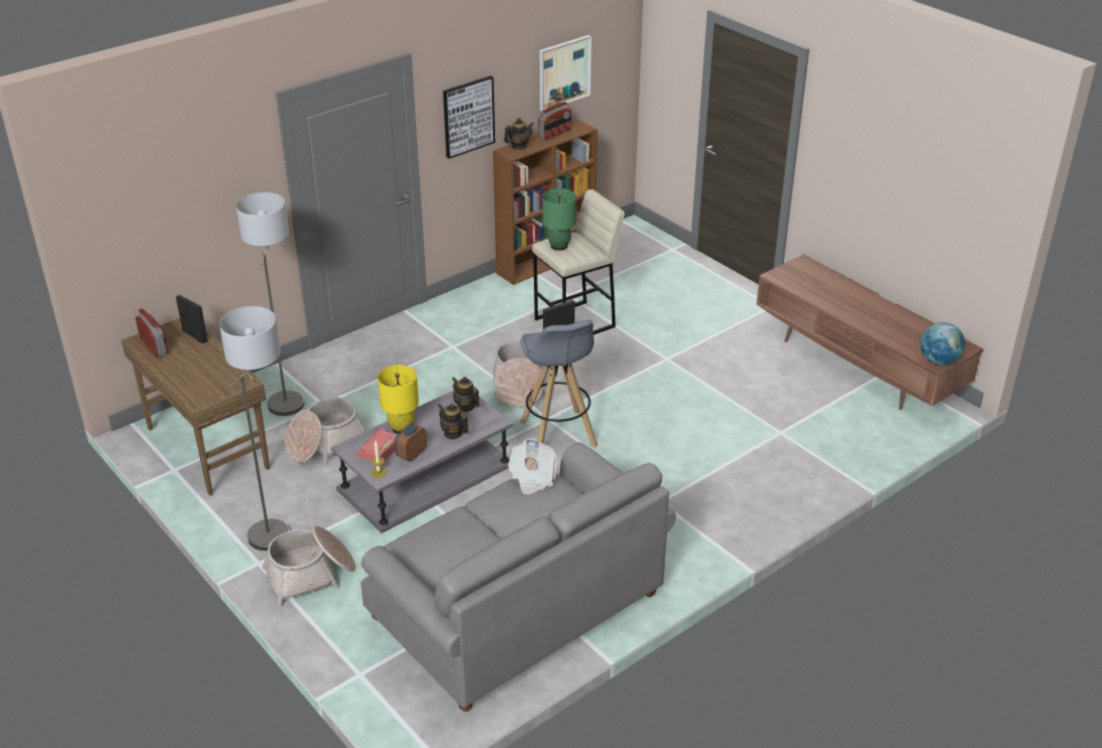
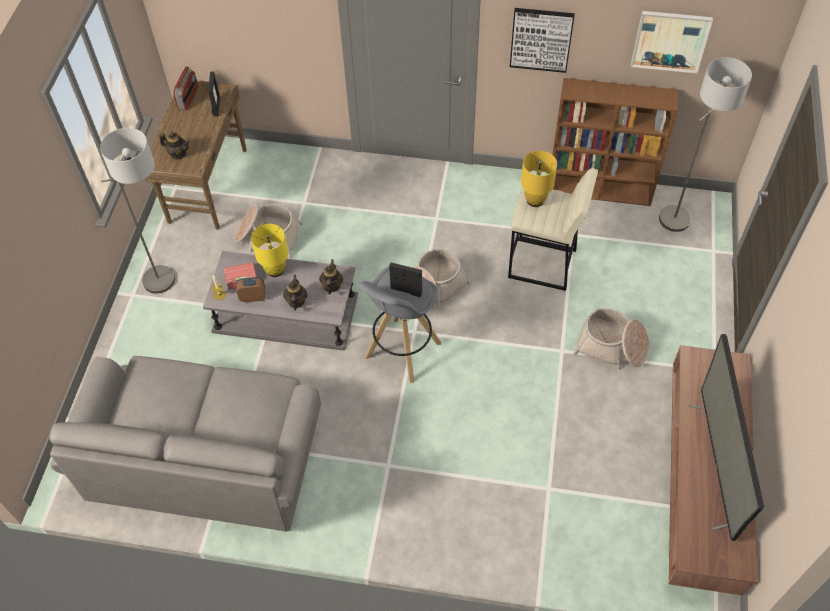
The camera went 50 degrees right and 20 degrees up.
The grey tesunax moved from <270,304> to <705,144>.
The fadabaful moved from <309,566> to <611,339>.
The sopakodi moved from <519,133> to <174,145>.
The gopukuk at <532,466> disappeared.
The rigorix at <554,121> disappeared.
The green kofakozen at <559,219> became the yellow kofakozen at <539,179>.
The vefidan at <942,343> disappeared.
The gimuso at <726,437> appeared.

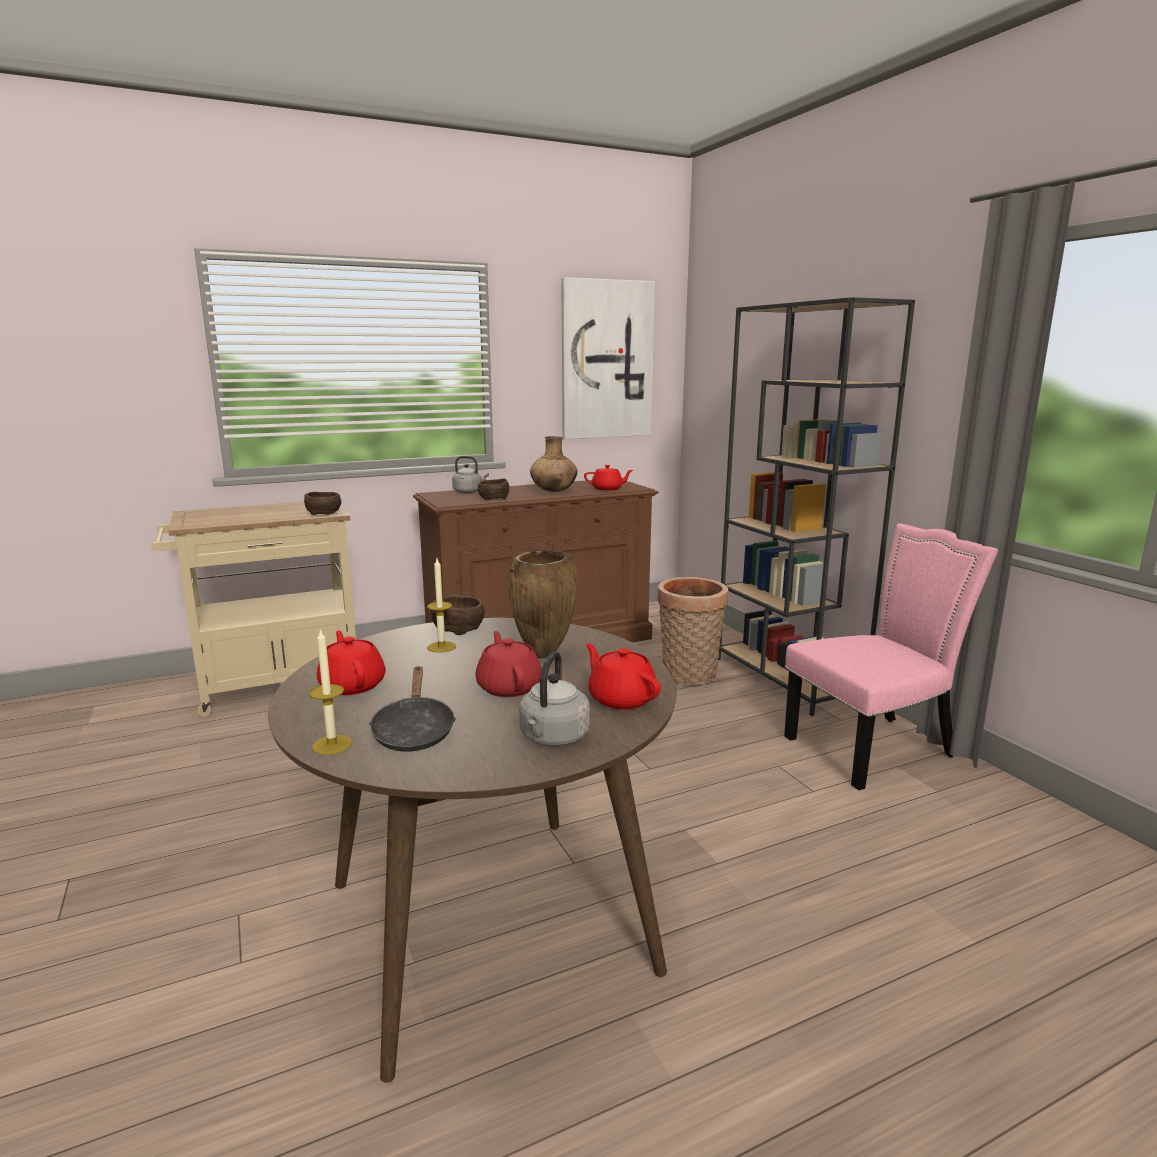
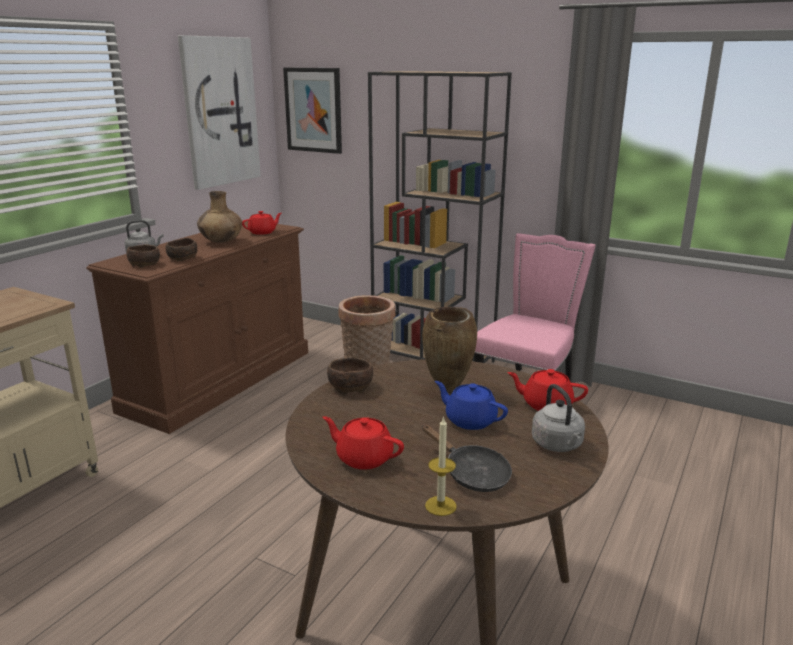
The camera went 35 degrees left and 5 degrees up.
The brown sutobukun moved from <322,503> to <143,256>.
The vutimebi at <441,606> disappeared.
The red sopakodi at <509,664> became the blue sopakodi at <471,405>.
The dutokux at <312,111> appeared.

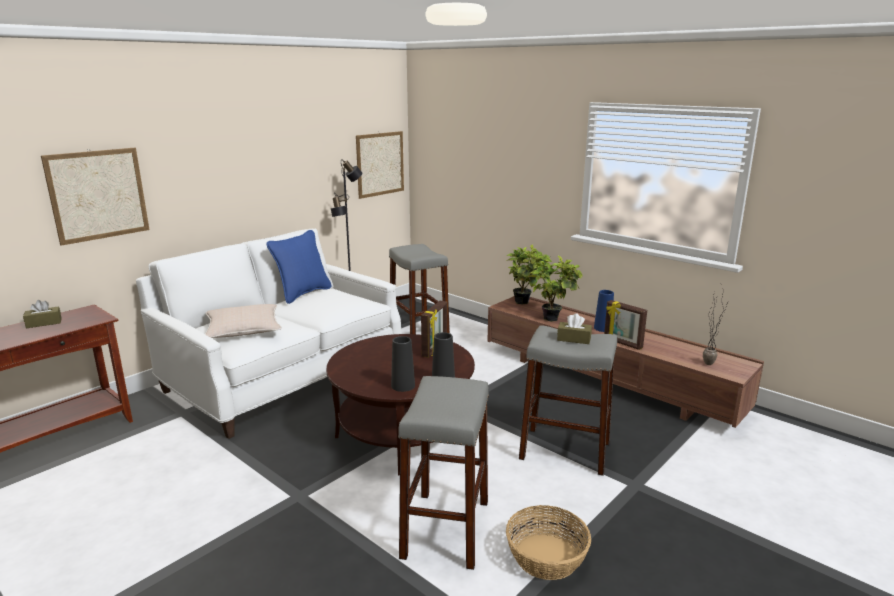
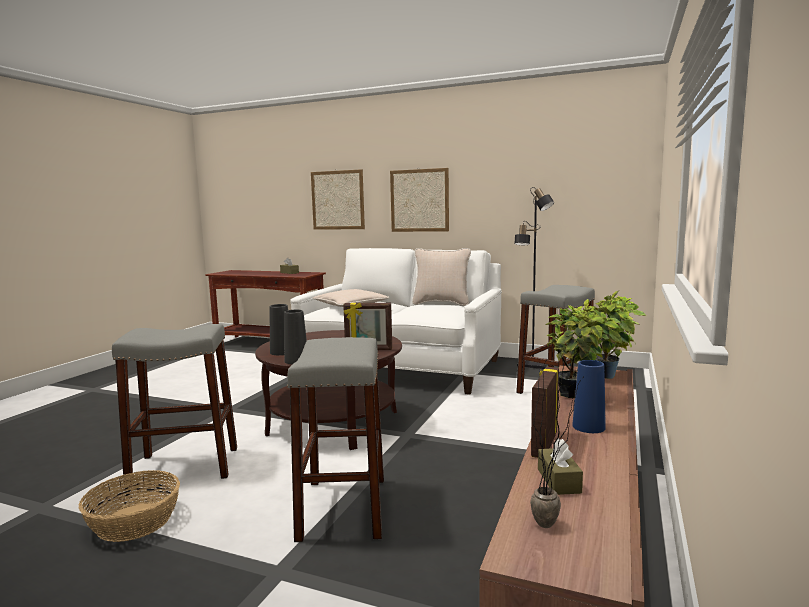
The camera went 70 degrees right and 10 degrees down.
The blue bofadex at <298,267> became the beige bofadex at <441,277>.
The dutokux moved from <380,165> to <419,200>.
The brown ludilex moved from <574,328> to <560,466>.

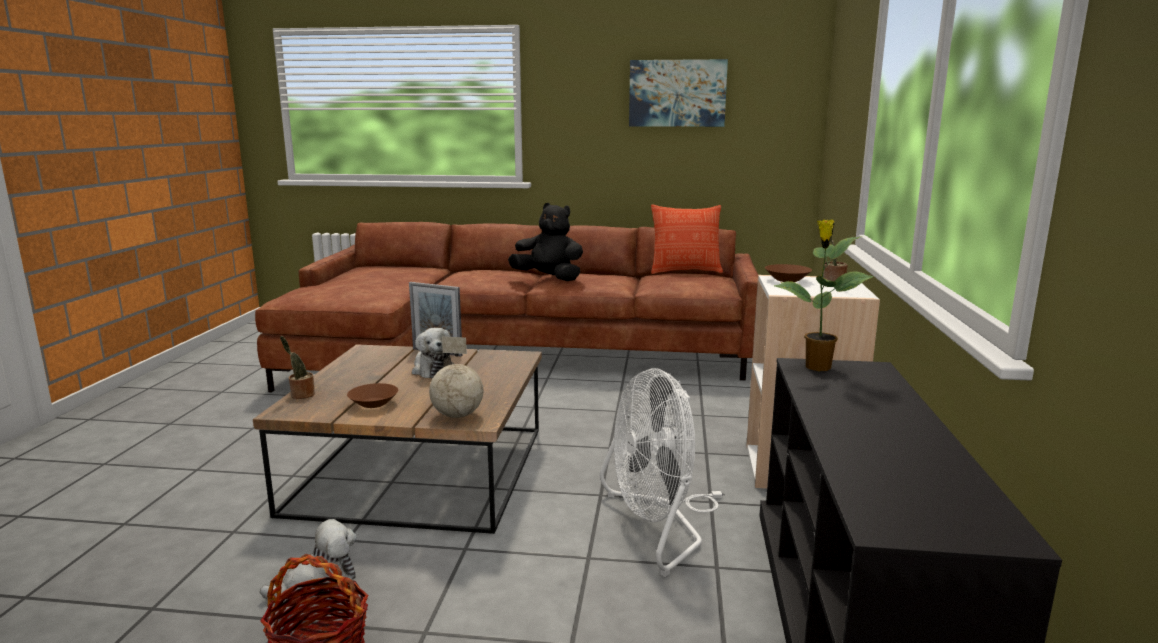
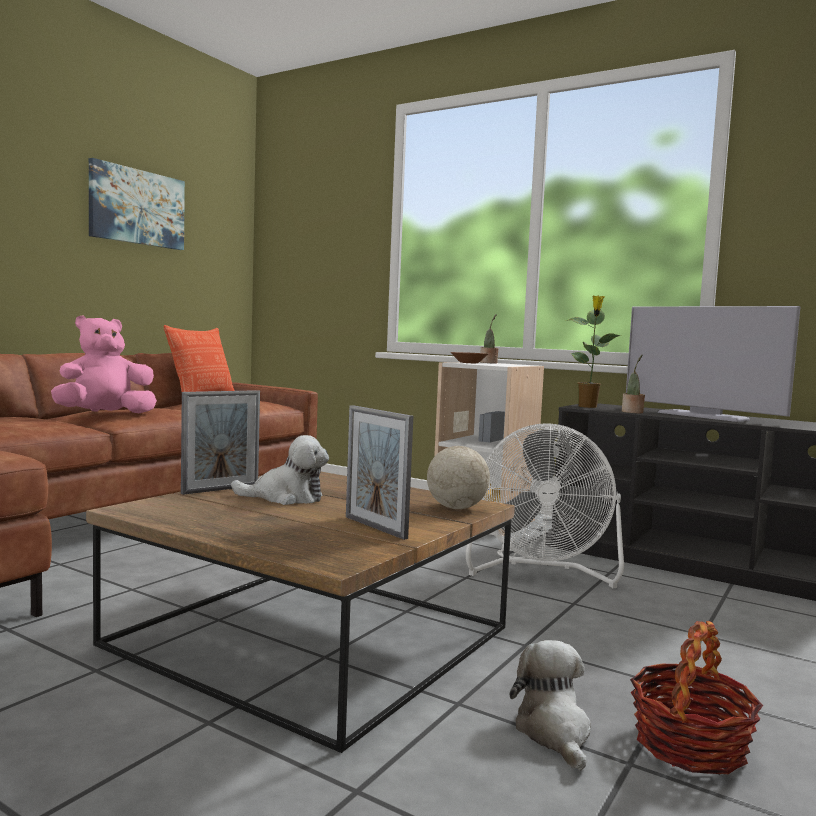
The camera went 65 degrees left and 10 degrees down.
The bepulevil moved from <297,367> to <633,384>.
The brown sutobukun at <372,395> was replaced by the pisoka at <379,472>.
The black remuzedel at <545,242> became the pink remuzedel at <104,364>.
The gimuso at <713,364> appeared.

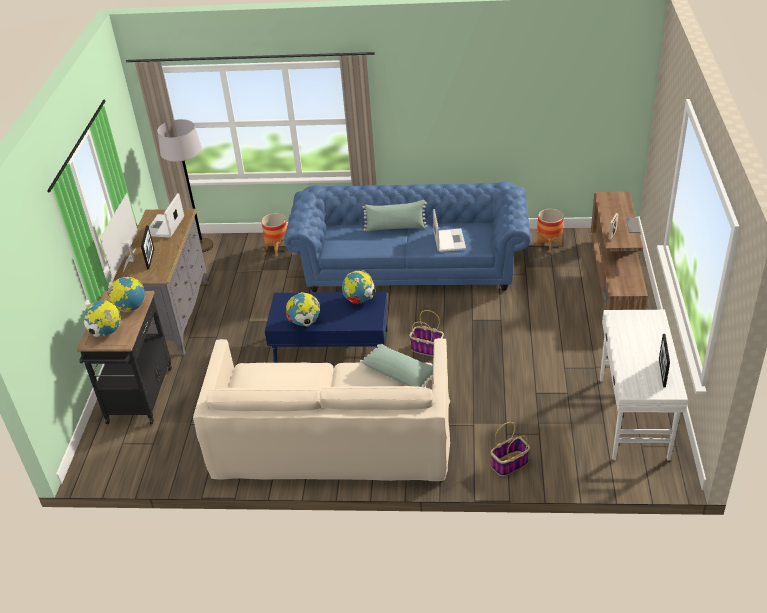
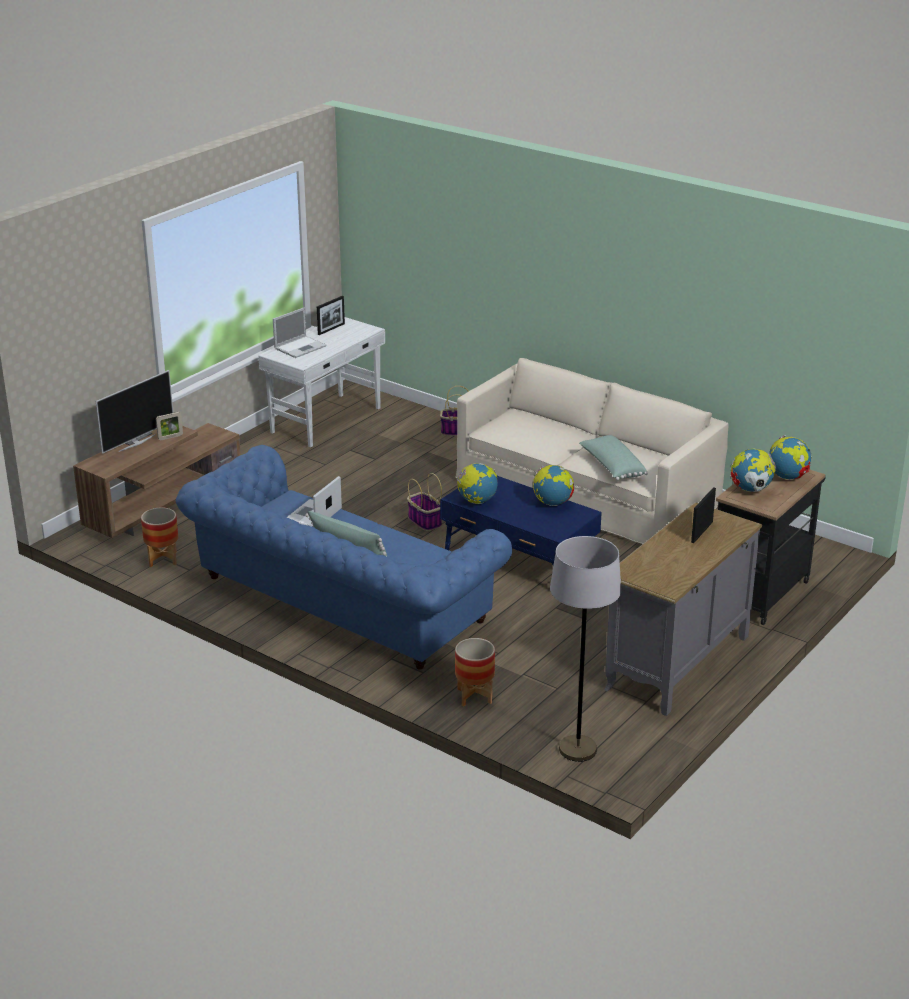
The camera went 150 degrees left and 10 degrees down.
The gimuso moved from <119,236> to <134,412>.
The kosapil moved from <166,215> to <299,332>.
The green bofadex moved from <396,365> to <613,457>.

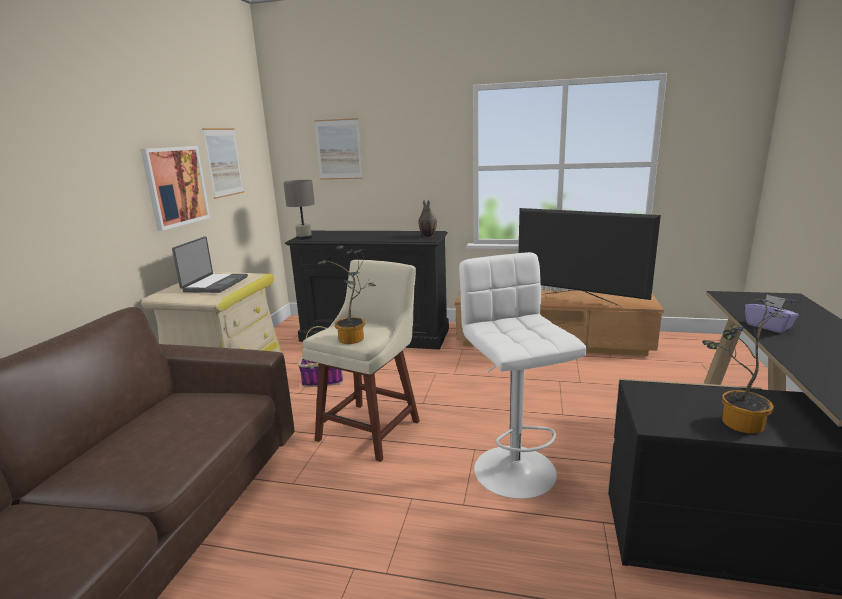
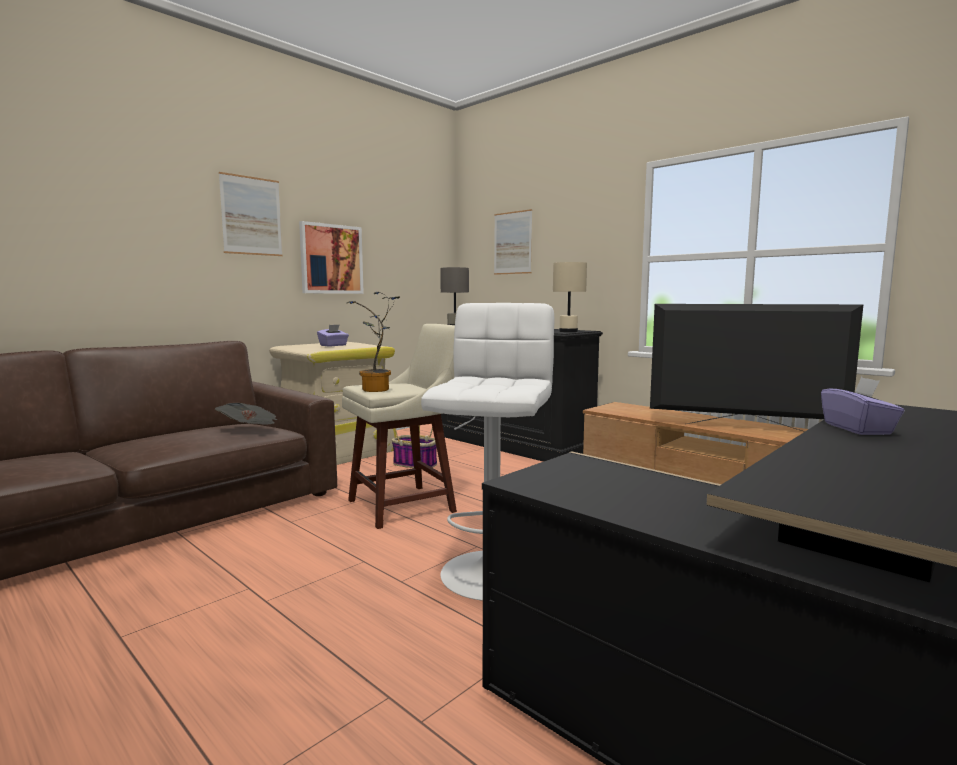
The camera went 30 degrees right and 10 degrees down.
The kosapil at <210,264> was replaced by the purple ludilex at <333,336>.
The dutokux moved from <223,163> to <251,214>.
The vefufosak at <427,219> was replaced by the beige kofakozen at <570,297>.
The gimuso at <589,257> turned 135 degrees clockwise.
The bepulevil at <750,366> disappeared.
The gopukuk at <246,414> appeared.

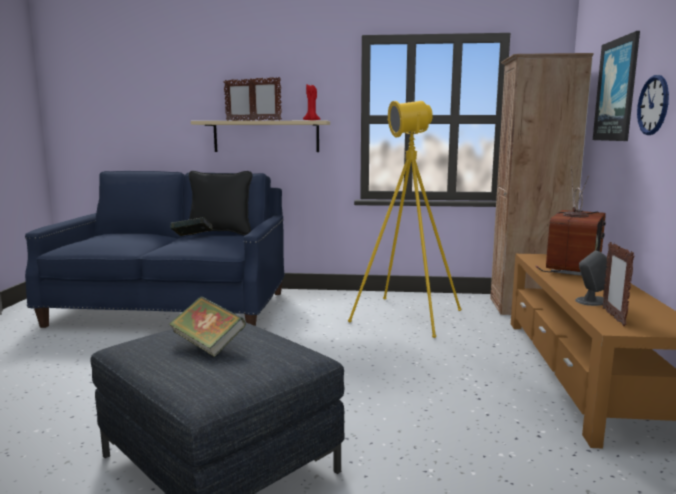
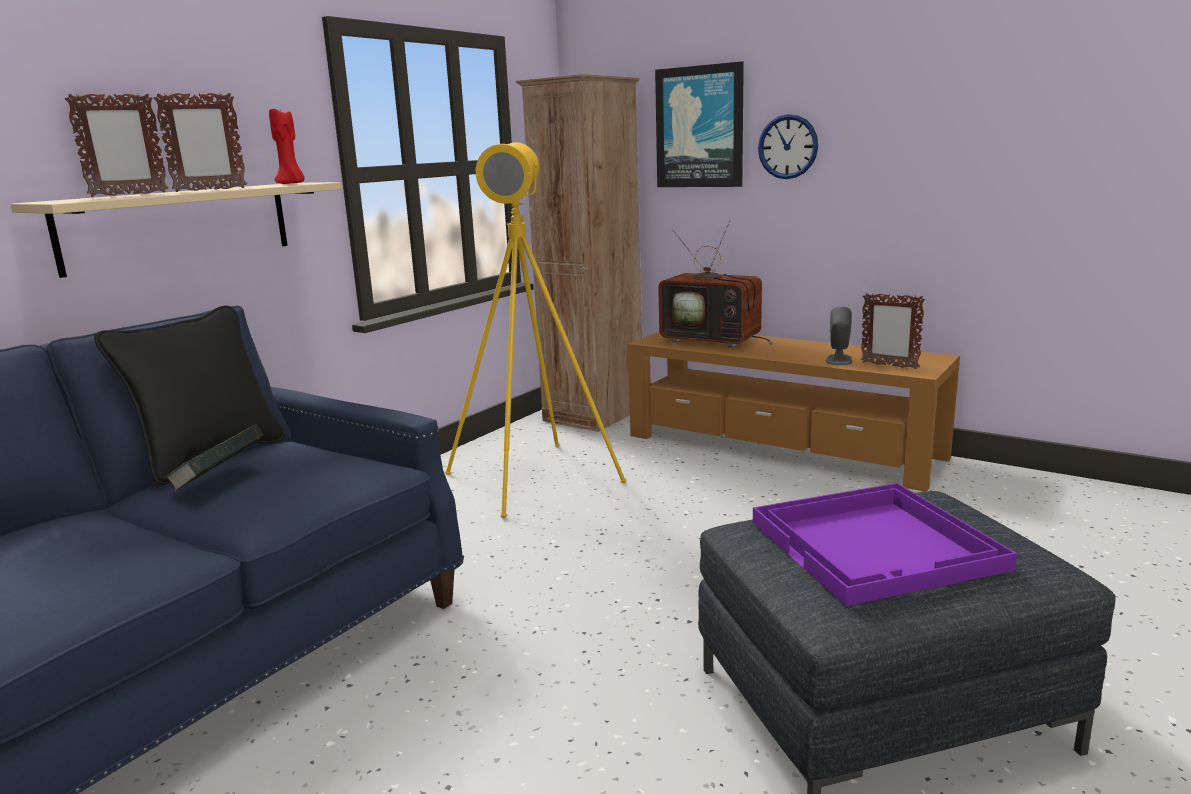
The camera went 60 degrees left and 5 degrees up.
The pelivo at <207,326> was replaced by the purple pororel at <885,544>.
The gimuso at <570,221> turned 150 degrees clockwise.

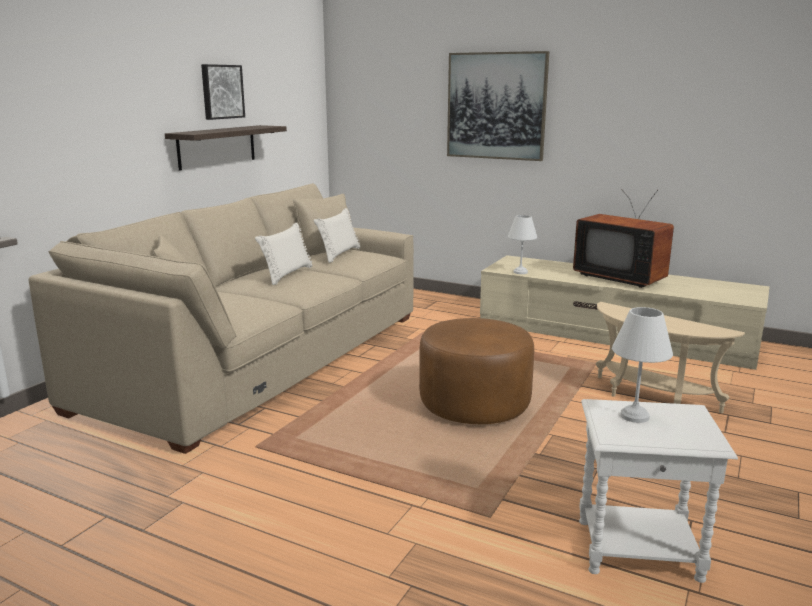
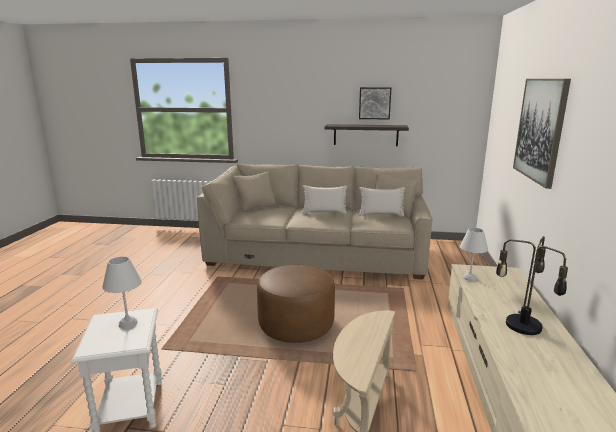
The camera went 70 degrees right and 0 degrees up.
The gimuso at <623,239> was replaced by the kofakozen at <532,285>.

